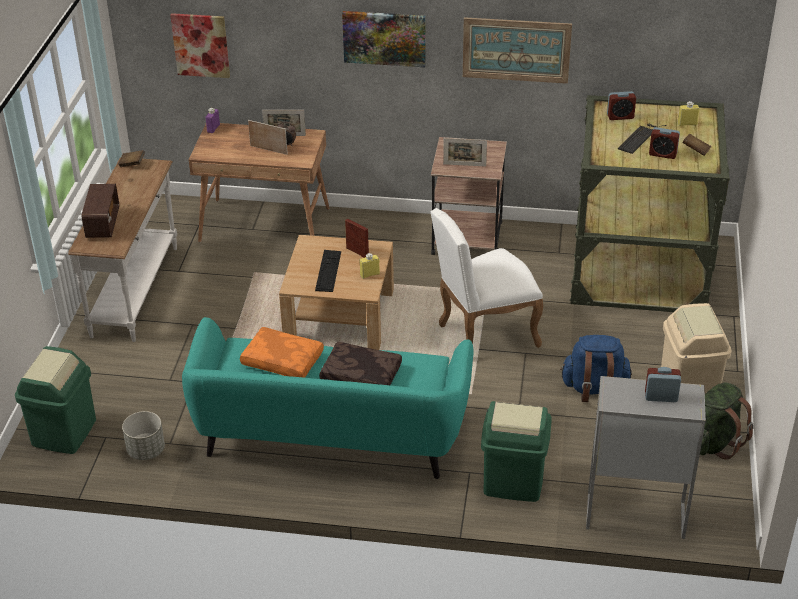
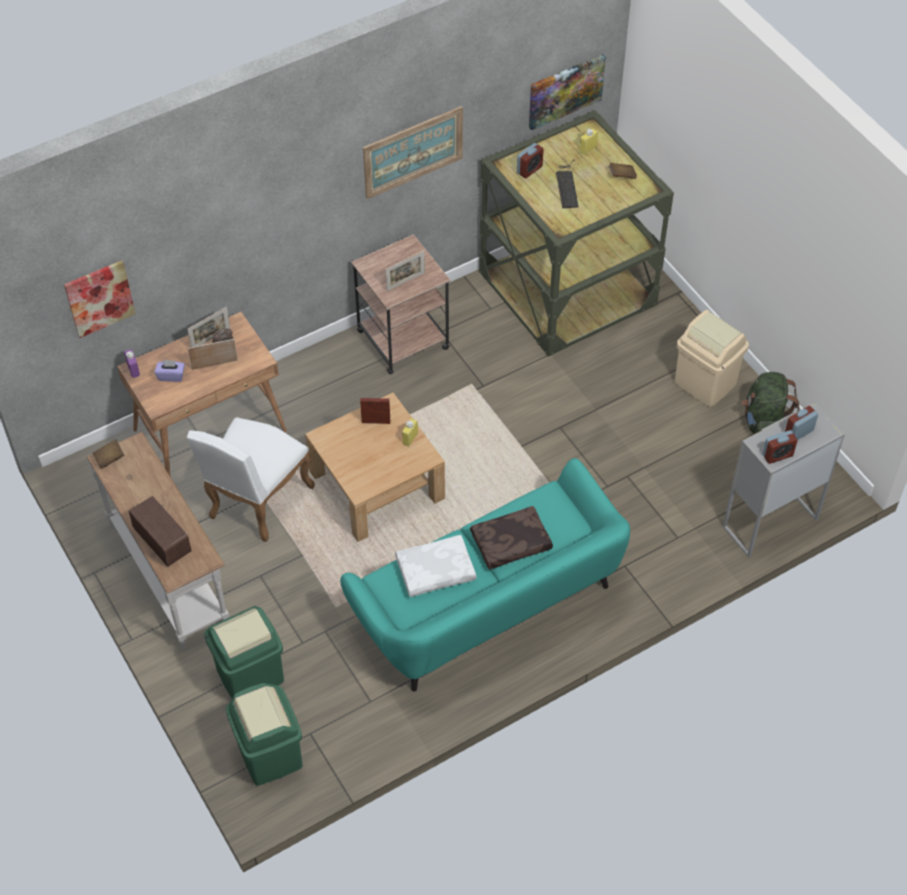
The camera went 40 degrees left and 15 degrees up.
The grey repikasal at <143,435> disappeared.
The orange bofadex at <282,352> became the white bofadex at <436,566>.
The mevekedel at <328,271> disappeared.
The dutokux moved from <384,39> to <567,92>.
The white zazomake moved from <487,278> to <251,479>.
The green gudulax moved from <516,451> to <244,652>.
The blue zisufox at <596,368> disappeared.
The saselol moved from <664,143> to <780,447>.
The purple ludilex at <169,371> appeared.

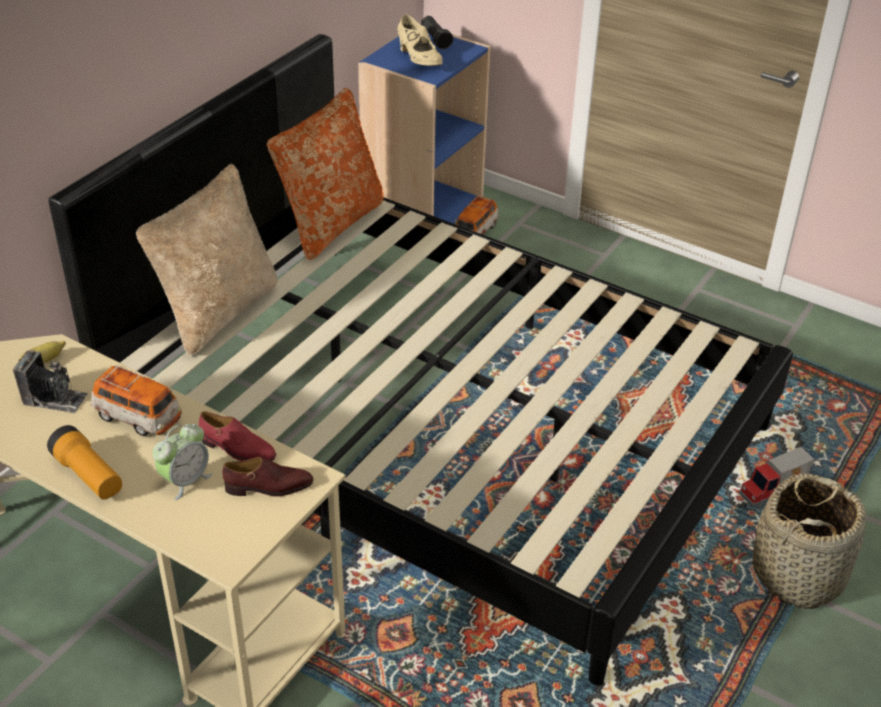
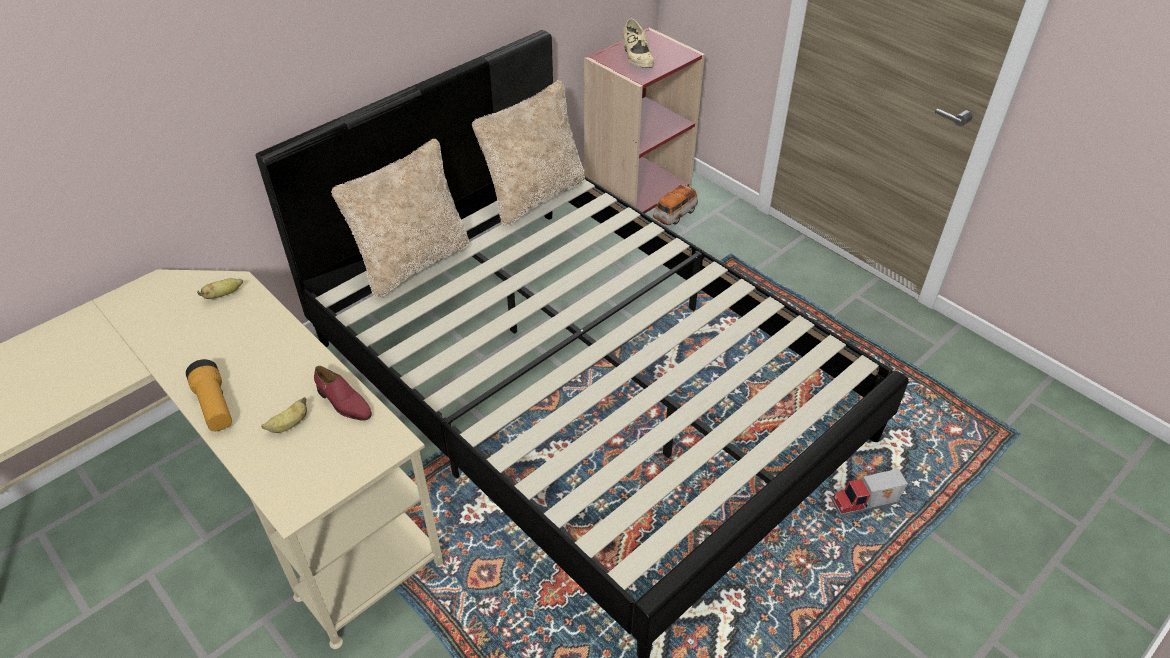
The camera went 15 degrees right and 5 degrees up.
The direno at <50,382> disappeared.
The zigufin at <136,400> disappeared.
The saselol at <182,462> was replaced by the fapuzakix at <284,415>.
The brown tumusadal at <268,477> disappeared.
The orange bofadex at <325,174> became the beige bofadex at <528,153>.
The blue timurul at <424,128> became the red timurul at <644,120>.
The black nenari at <437,32> disappeared.
The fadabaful at <809,541> disappeared.

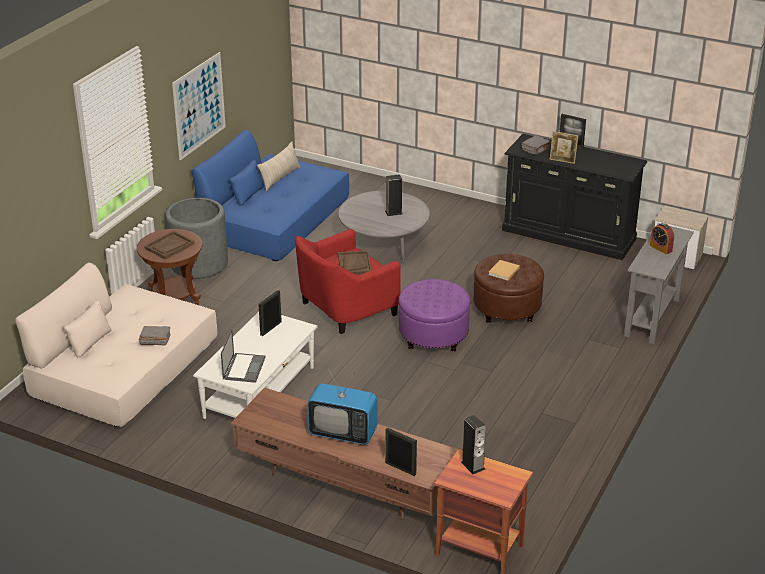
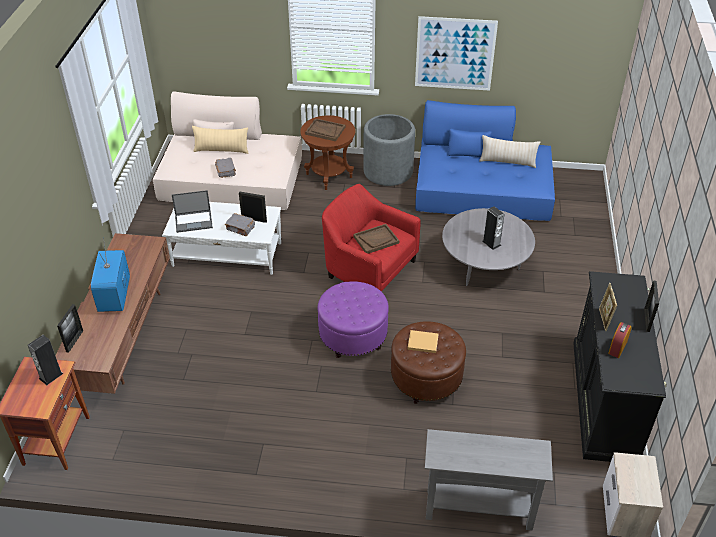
The camera went 70 degrees right and 10 degrees up.
The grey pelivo moved from <536,145> to <240,224>.
The saselol moved from <662,238> to <620,340>.
The beige bofadex at <220,140> appeared.

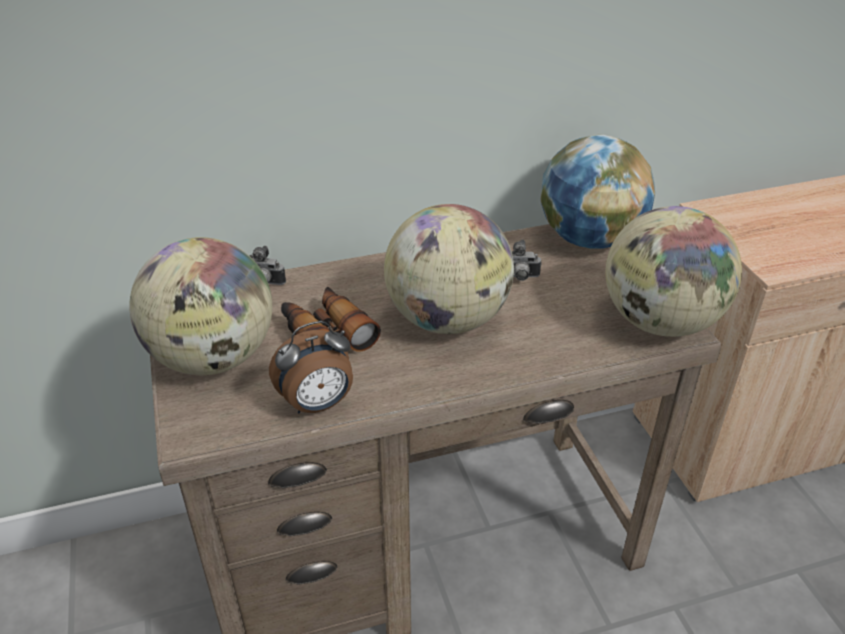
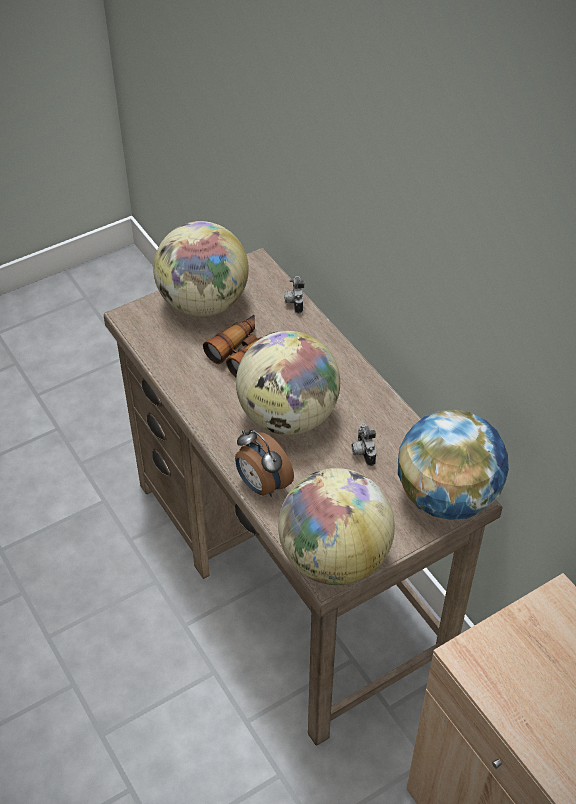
The camera went 75 degrees right and 10 degrees up.
The saselol moved from <311,367> to <264,463>.

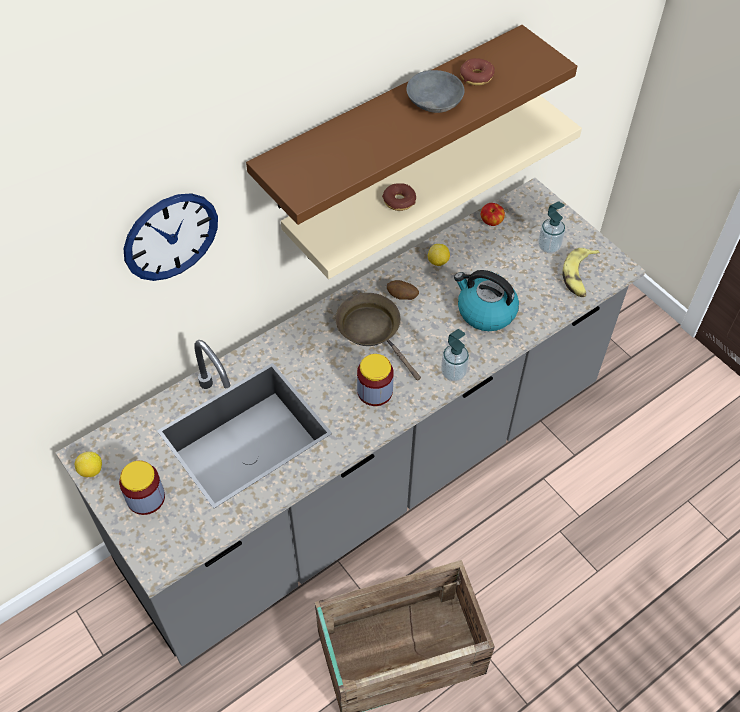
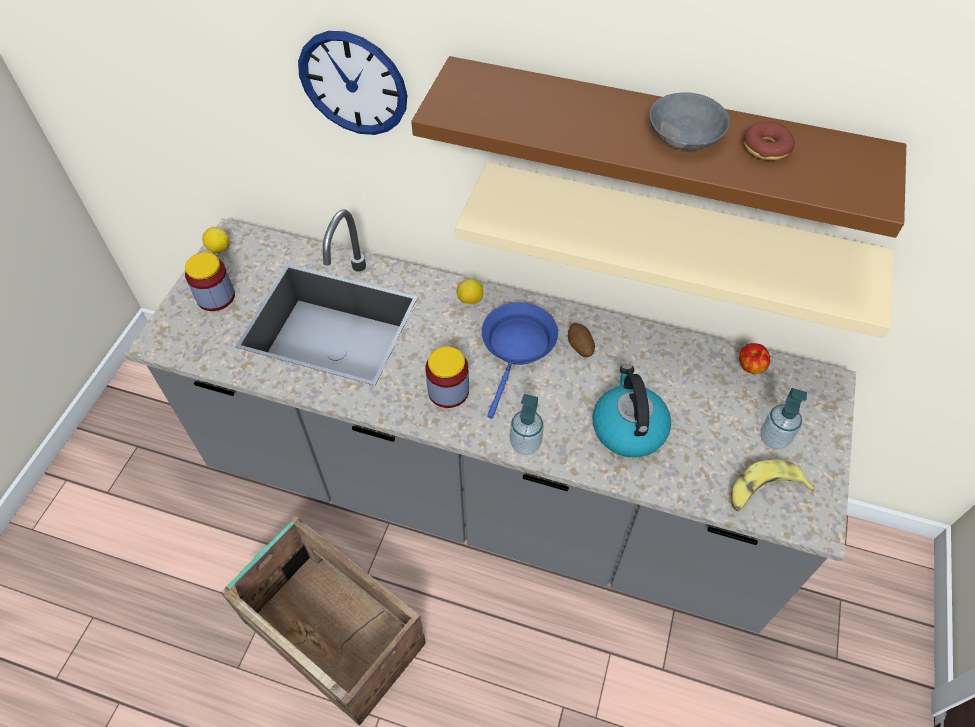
The camera went 55 degrees right and 0 degrees up.
The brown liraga at <378,337> became the blue liraga at <519,360>.
The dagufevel at <399,197> disappeared.
The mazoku moved from <439,255> to <470,291>.

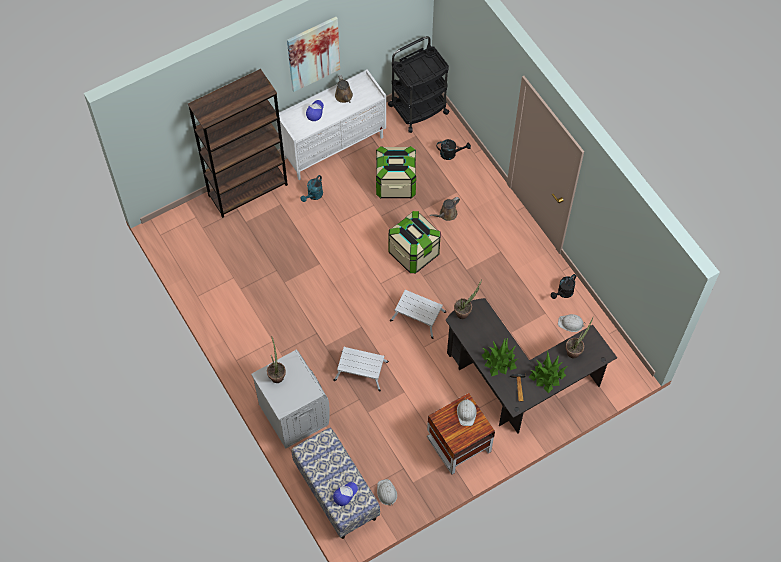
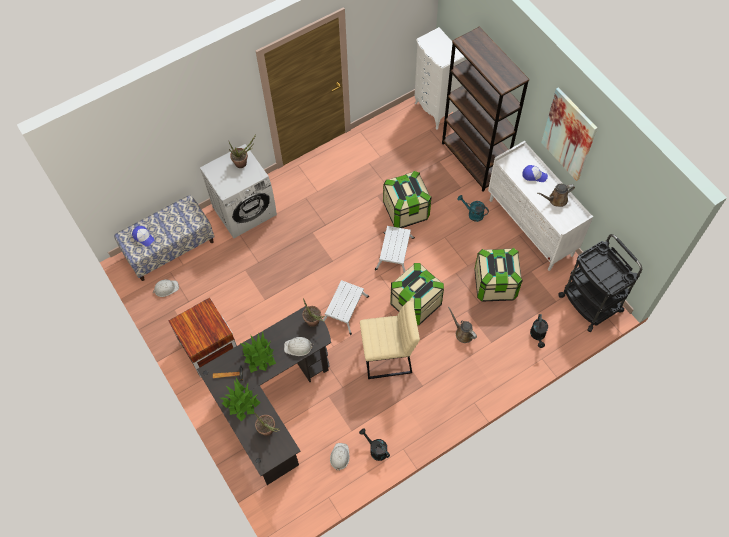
The camera went 90 degrees right and 0 degrees up.
The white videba moved from <361,369> to <395,249>.
The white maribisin moved from <467,412> to <298,346>.
The beige zazomake at <390,340> appeared.
The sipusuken at <407,199> appeared.
The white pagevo at <440,78> appeared.

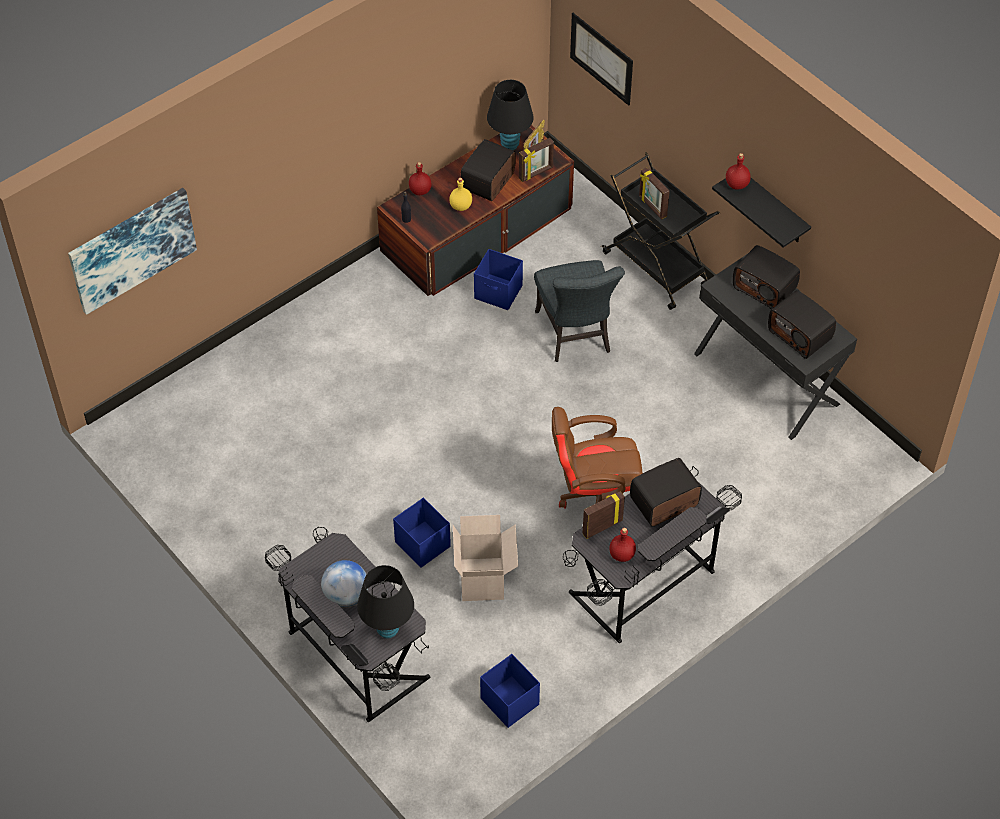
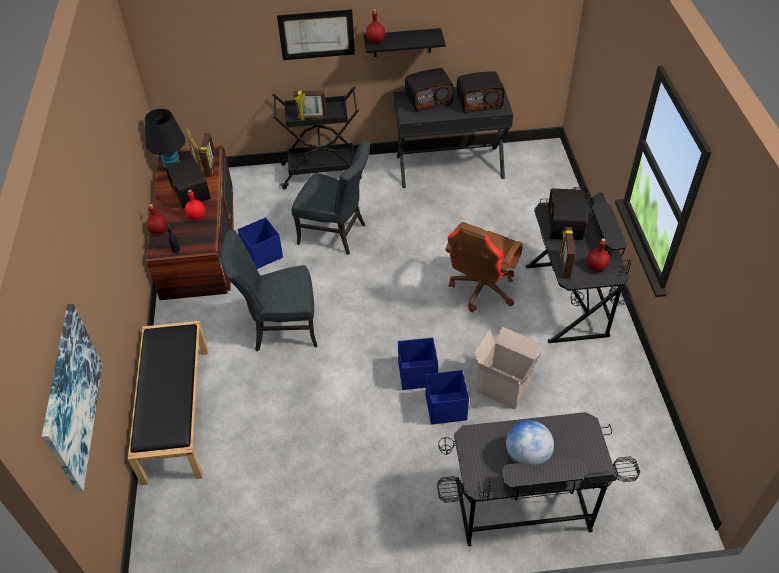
The camera went 55 degrees left and 5 degrees down.
The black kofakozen at <385,602> disappeared.
The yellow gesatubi at <460,194> became the red gesatubi at <195,205>.
The blue sipusuken moved from <510,691> to <418,363>.
The dutokux moved from <601,59> to <316,34>.
The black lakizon at <168,403> appeared.
The grey zazomake at <268,290> appeared.

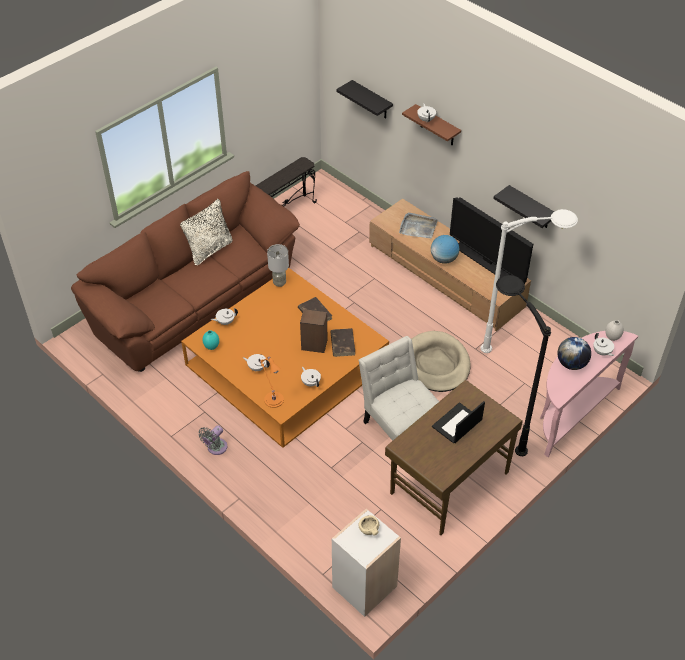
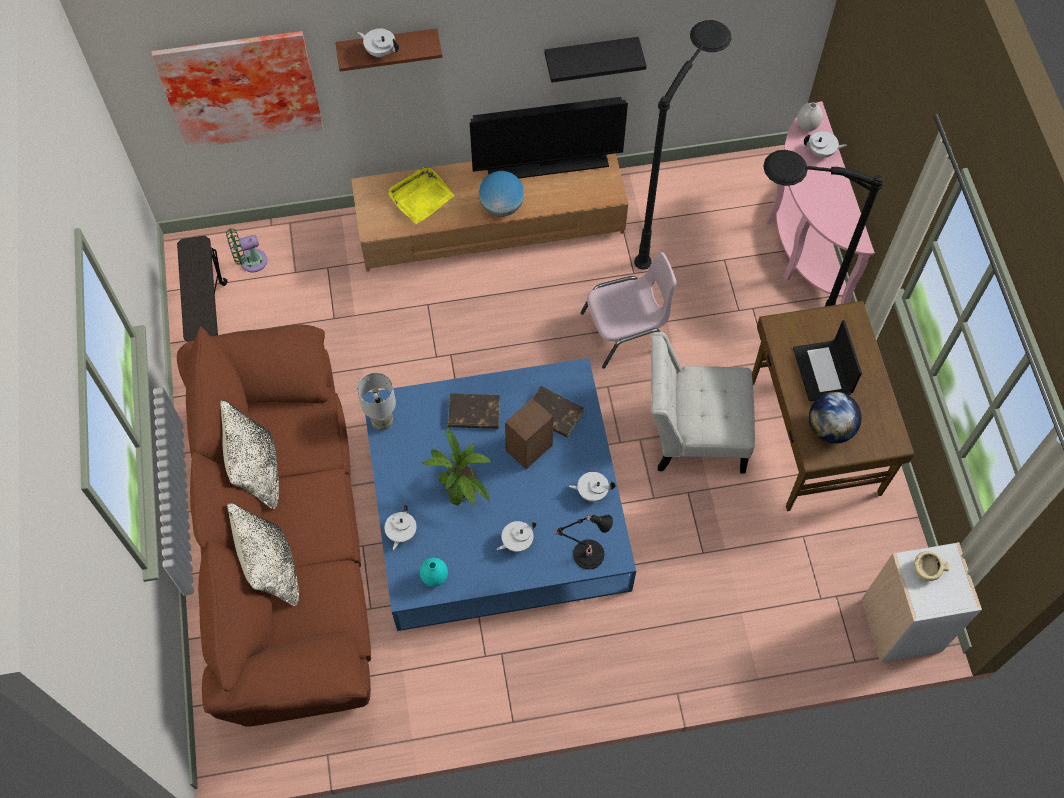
The camera went 55 degrees left and 15 degrees up.
The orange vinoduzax at <285,358> became the blue vinoduzax at <499,494>.
The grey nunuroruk at <213,440> disappeared.
The orange kofakozen at <271,382> became the black kofakozen at <583,542>.
The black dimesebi at <365,99> was replaced by the dutokux at <237,90>.
The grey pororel at <418,225> became the yellow pororel at <421,195>.
The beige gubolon at <441,361> was replaced by the pink zazomake at <629,310>.
The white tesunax at <529,281> became the black tesunax at <682,145>.
The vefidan moved from <574,353> to <835,418>.
The green nunuroruk at <246,250> appeared.
The beige bofadex at <263,554> appeared.
The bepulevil at <456,467> appeared.

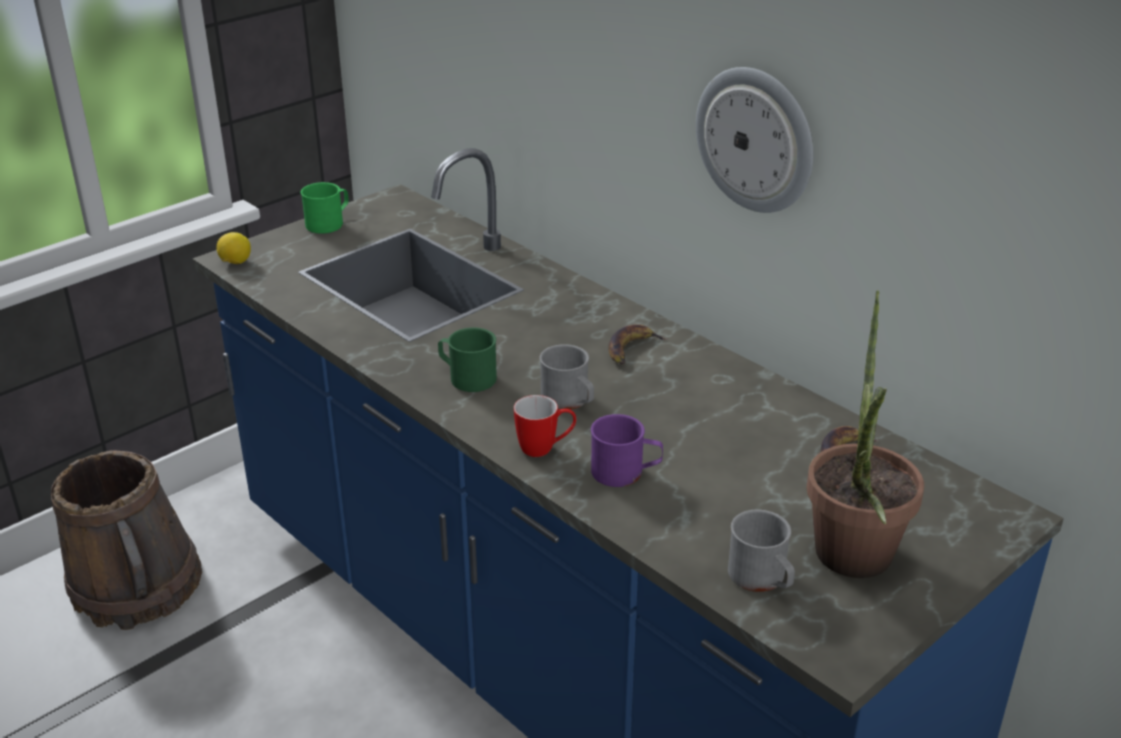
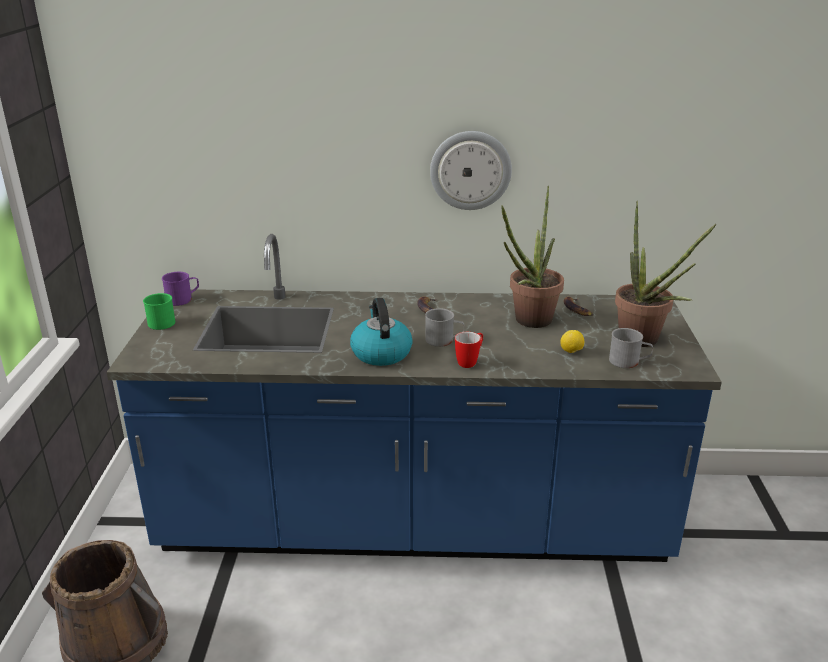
The camera went 45 degrees left and 5 degrees down.
The mazoku moved from <234,248> to <572,341>.
The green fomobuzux at <467,360> was replaced by the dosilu at <381,332>.
The purple fomobuzux moved from <627,450> to <180,289>.
The bepulevil at <532,257> appeared.

